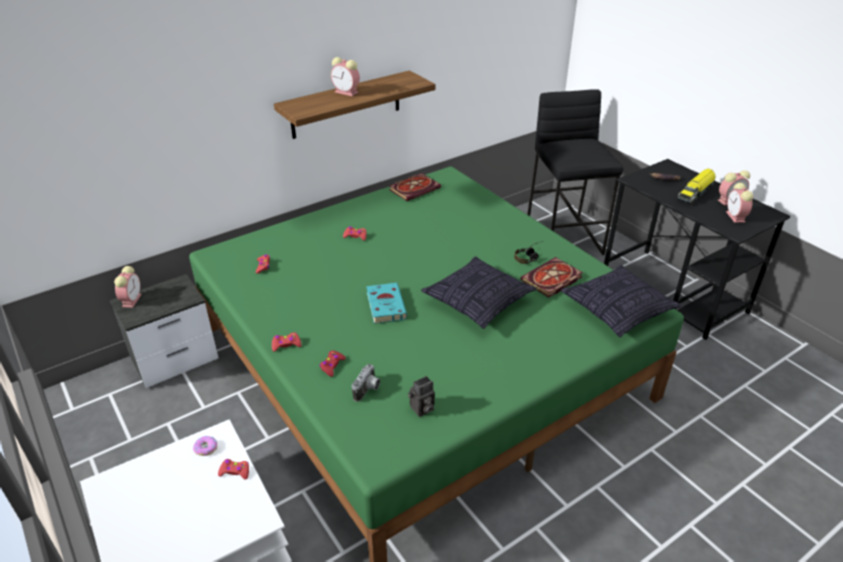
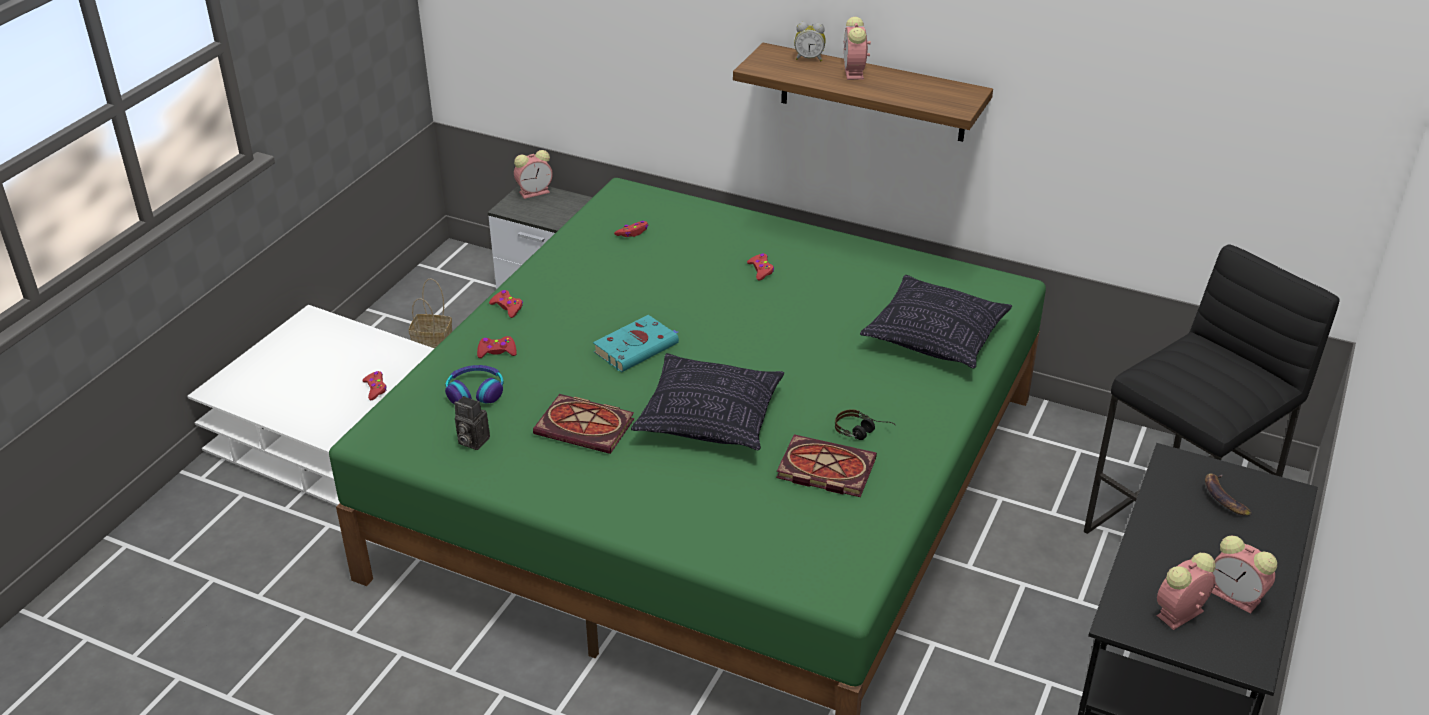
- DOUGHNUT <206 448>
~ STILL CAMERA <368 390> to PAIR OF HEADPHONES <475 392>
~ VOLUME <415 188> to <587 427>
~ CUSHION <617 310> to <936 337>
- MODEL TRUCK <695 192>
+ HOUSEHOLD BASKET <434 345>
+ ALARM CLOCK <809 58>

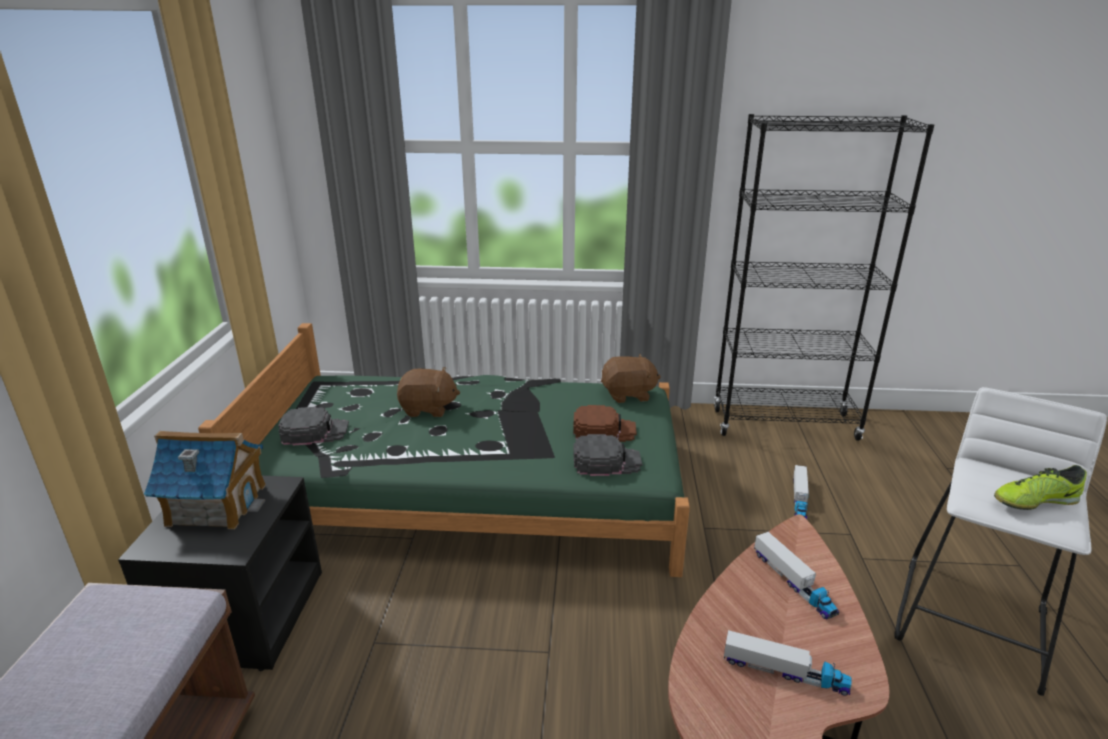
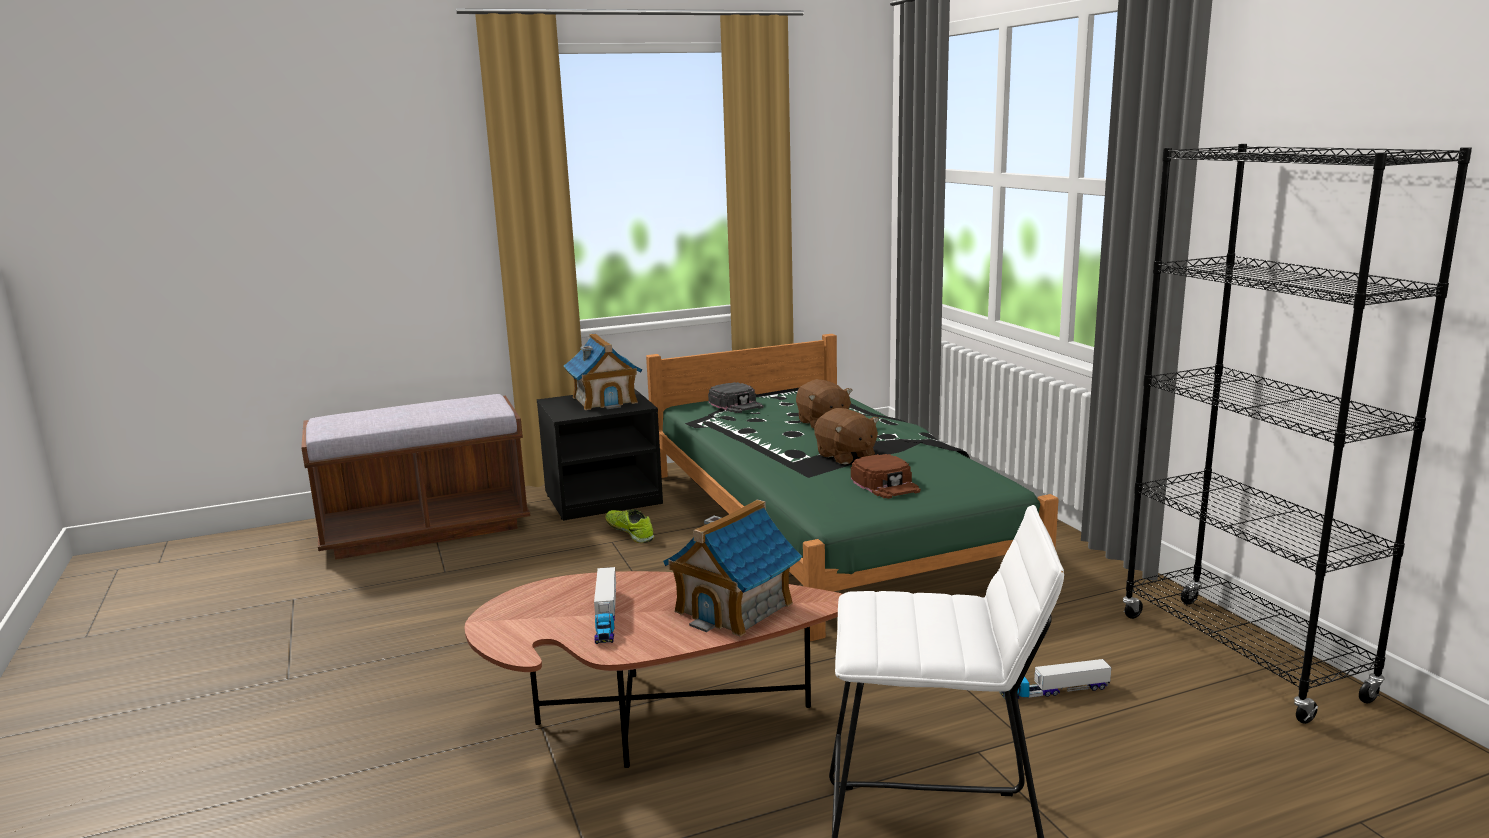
- BLACK CAP <606 461>
~ BROWN CUDDLY TOY <628 394> to <845 456>
~ MODEL TRUCK <793 583> to TOY HOUSE <734 607>
~ LOW SHOE <1034 501> to <630 532>

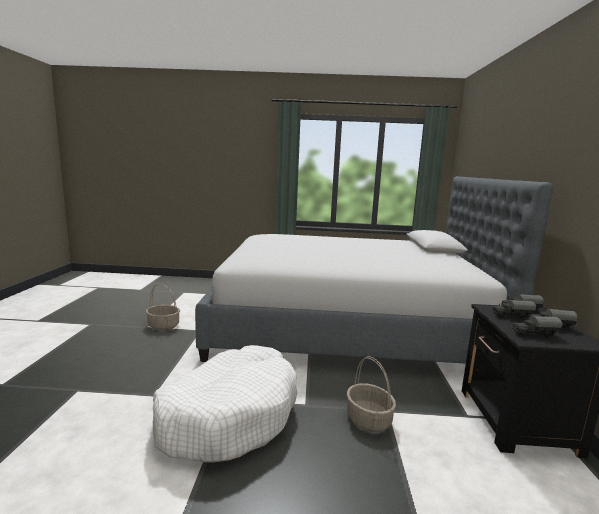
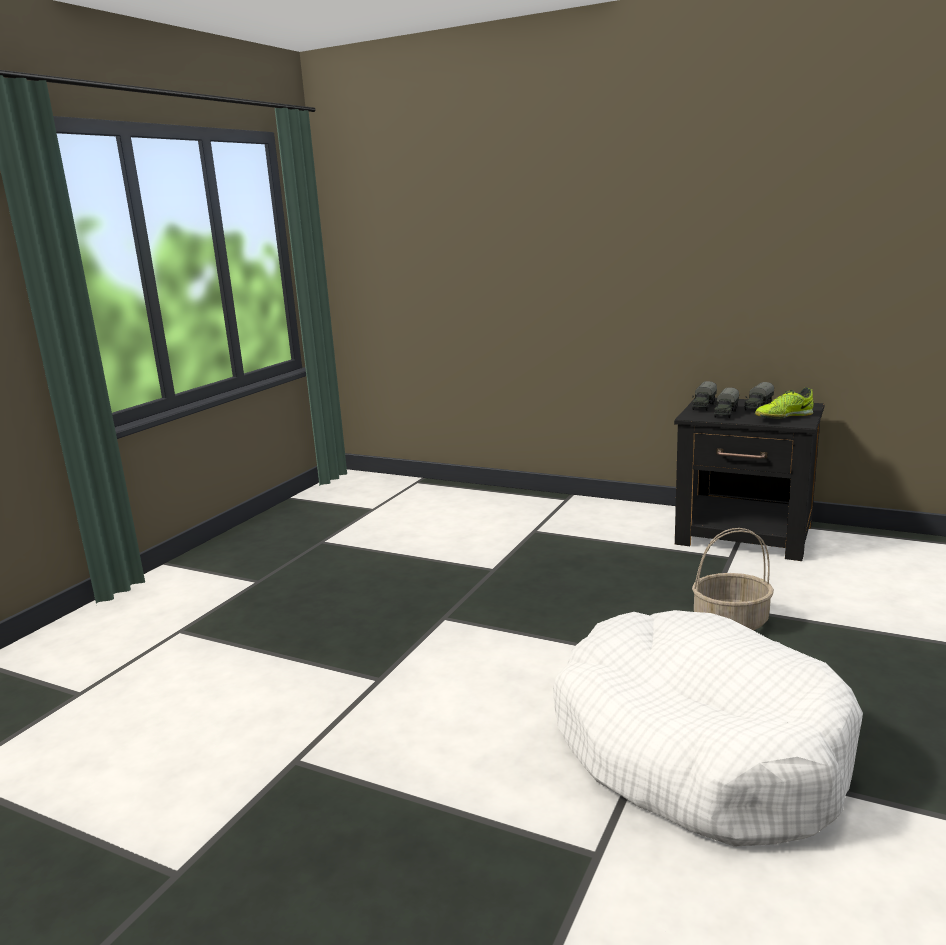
- HOUSEHOLD BASKET <164 326>
- SLEEPING BED <346 326>
~ MODEL TRUCK <534 334> to LOW SHOE <783 417>

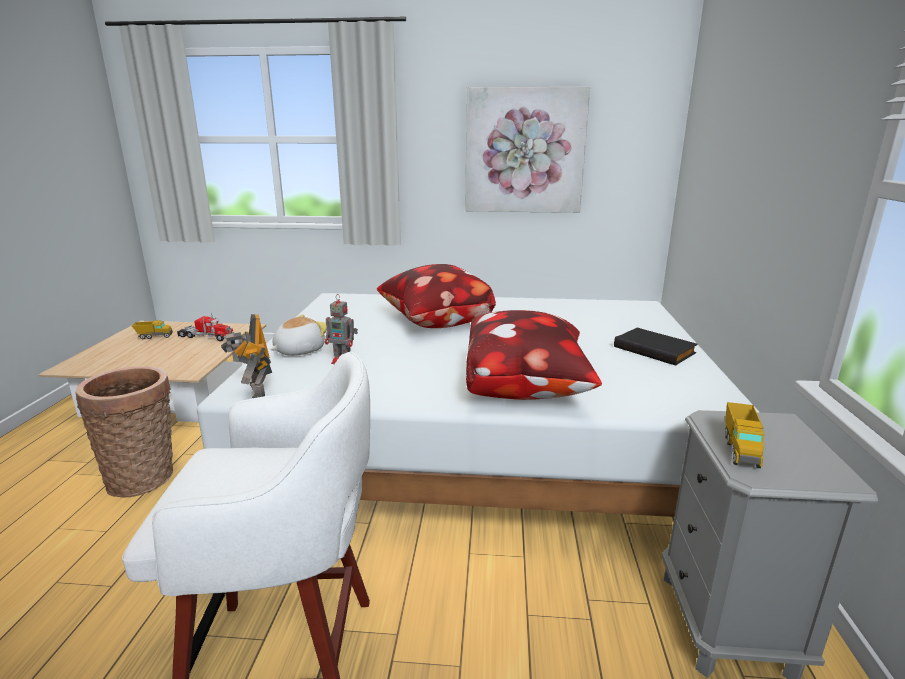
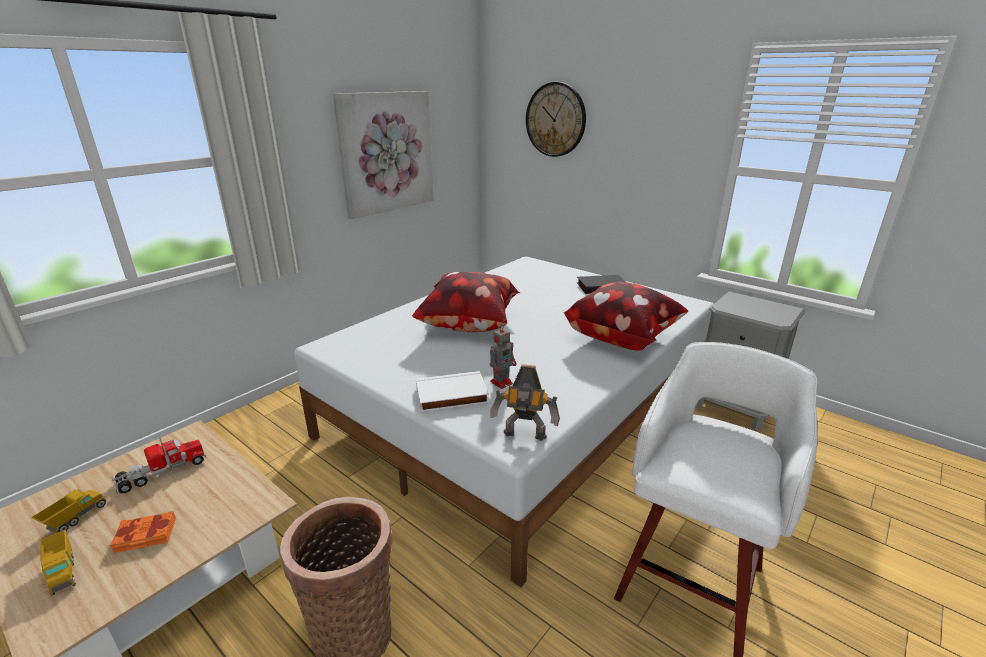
~ CUDDLY TOY <298 350> to WHITE VOLUME <451 396>
~ MODEL TRUCK <740 449> to <63 572>
+ ORANGEY VOLUME <146 536>
+ HANGING CLOCK <555 120>

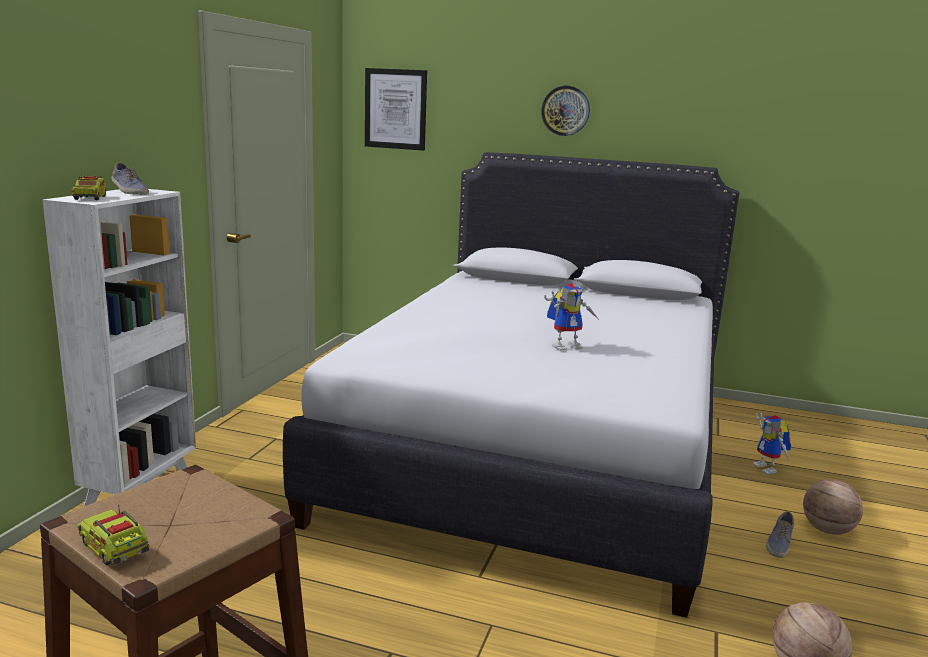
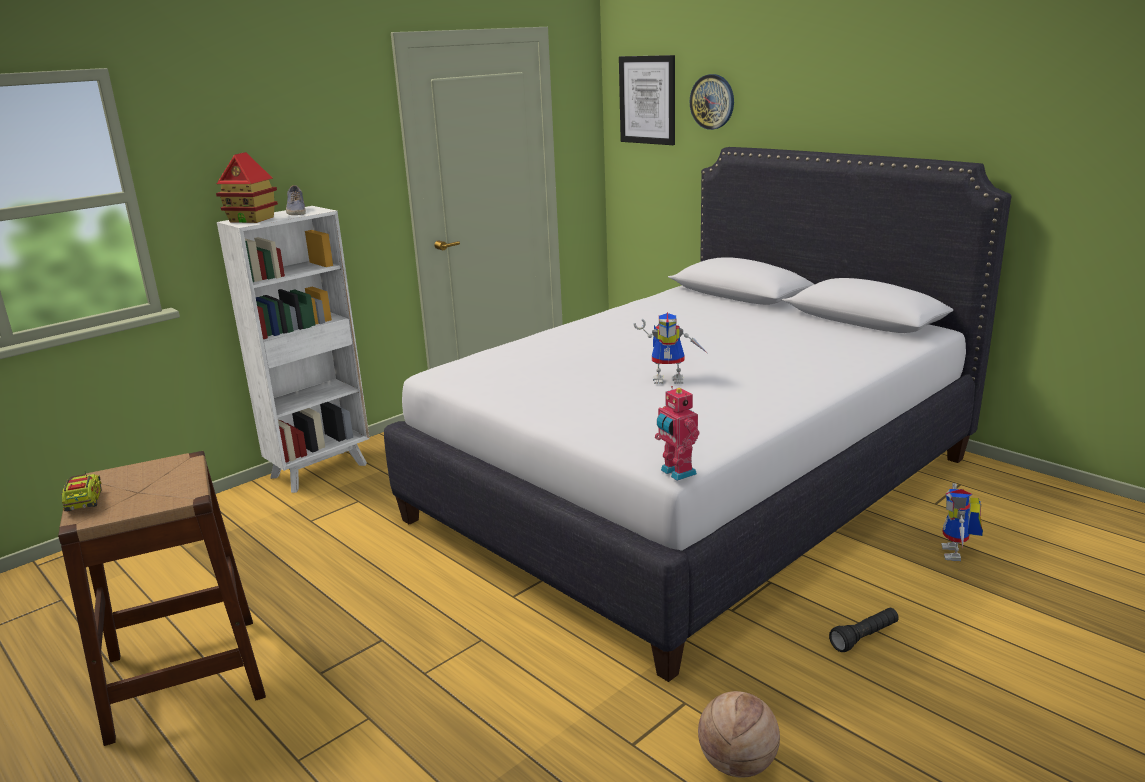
~ MODEL TRUCK <90 198> to TOY HOUSE <252 219>
~ HANGING CLOCK <565 110> to <712 101>
~ LOW SHOE <779 543> to BLACK FLASHLIGHT <864 637>
- BASKETBALL BALL <827 530>
+ TOY ROBOT <676 473>

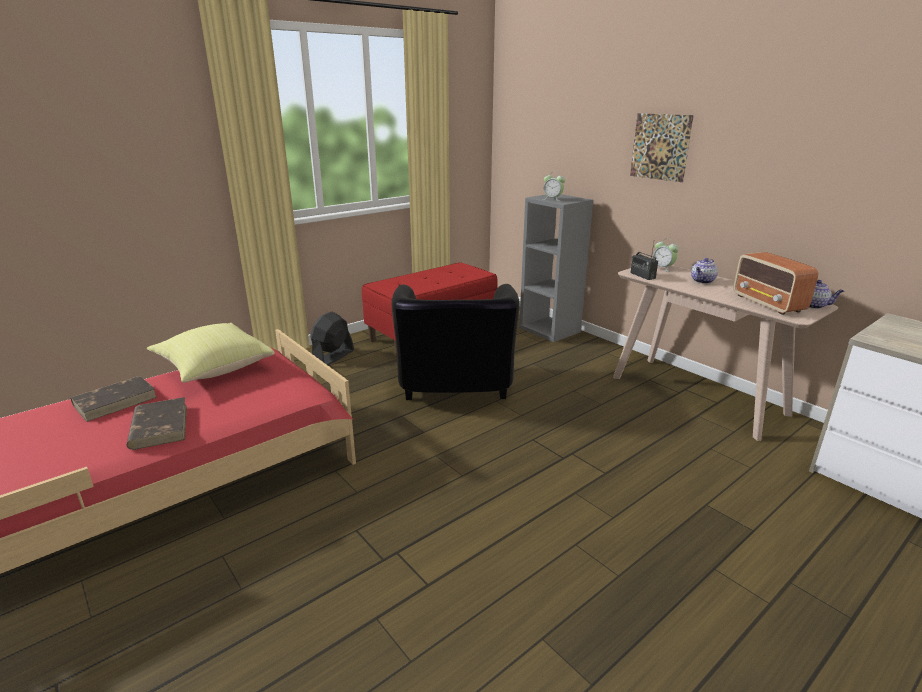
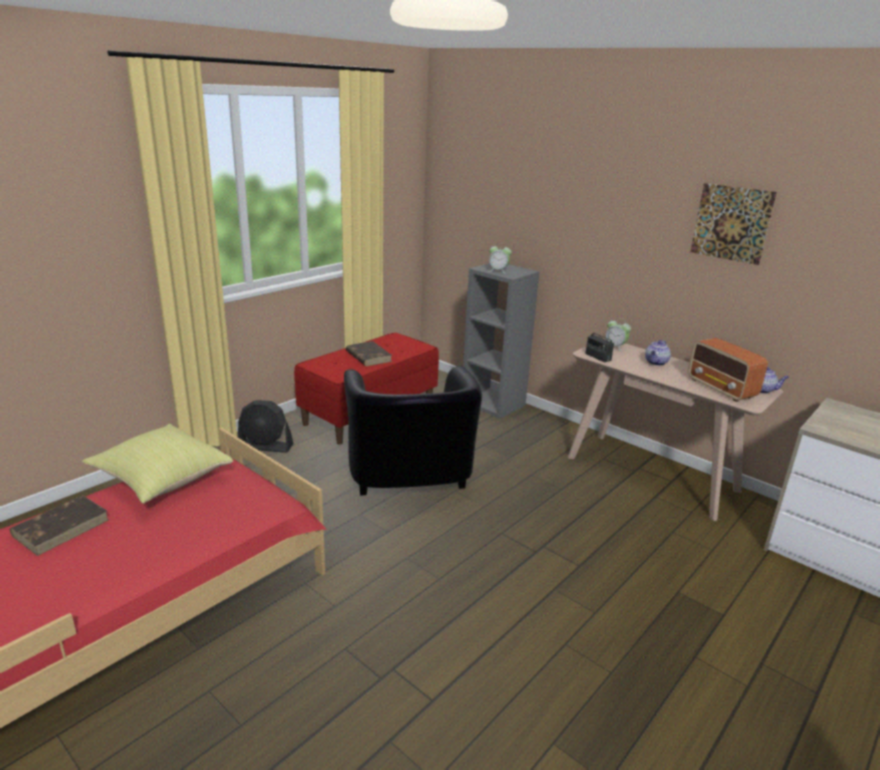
~ BROWN VOLUME <159 426> to <368 356>
~ BLACK COOLING FAN <333 357> = <266 446> 105 degrees counterclockwise
~ WALL PICTURE <660 147> to <731 223>

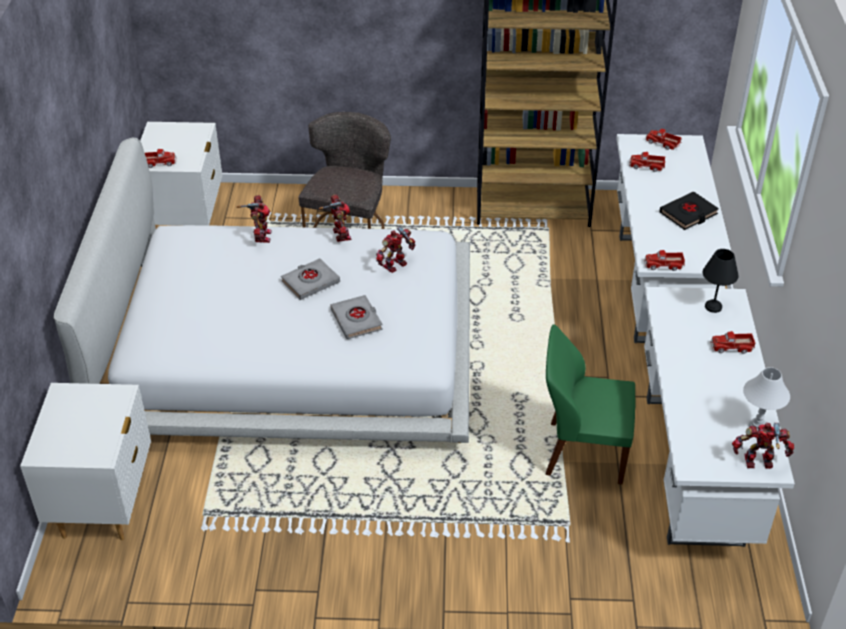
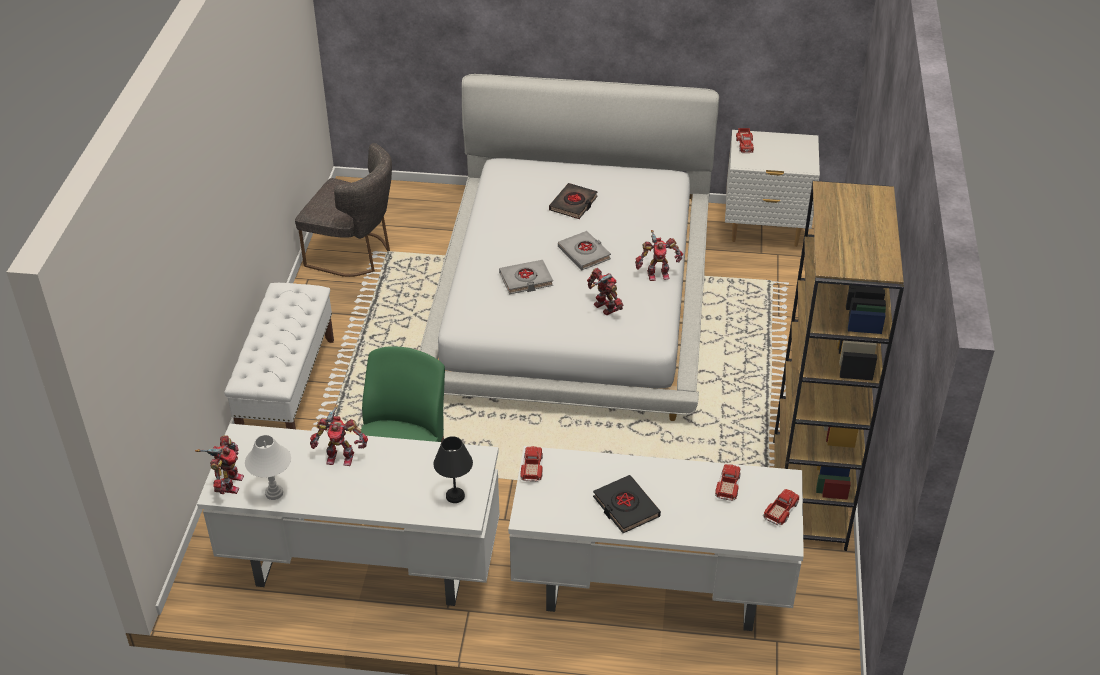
- WHITE NIGHTSTAND <104 506>
~ TOY ROBOT <261 236> to <340 456>
~ GREY CHAIR <349 227> to <354 254>
- MODEL TRUCK <731 347>
+ WHITE INDOOR BENCH <288 388>
+ BLACK VOLUME <573 204>

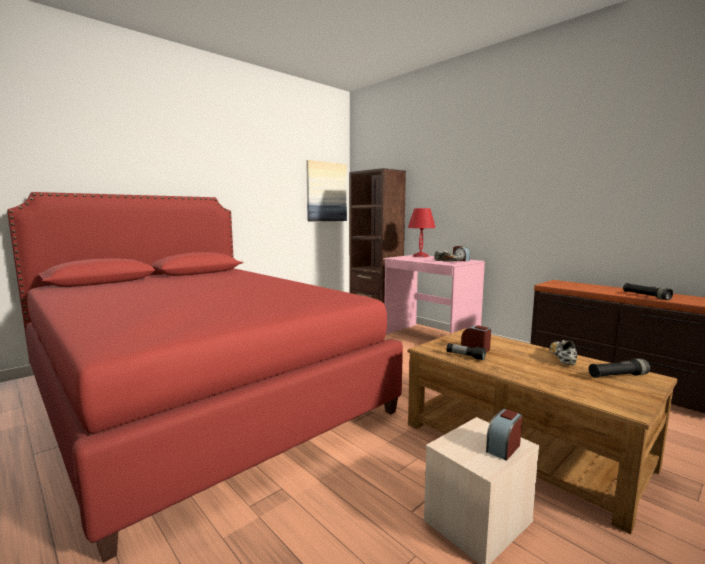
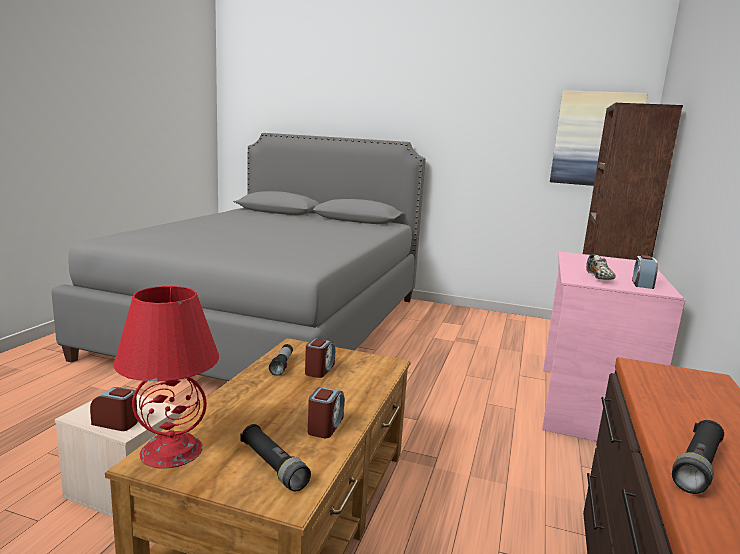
~ REDDISH SLEEPING BED <198 393> to GREY SLEEPING BED <272 325>
~ REDDISH LAMP FOR A TABLE <420 256> to <172 450>
~ LOW SHOE <562 358> to ALARM CLOCK <325 426>

